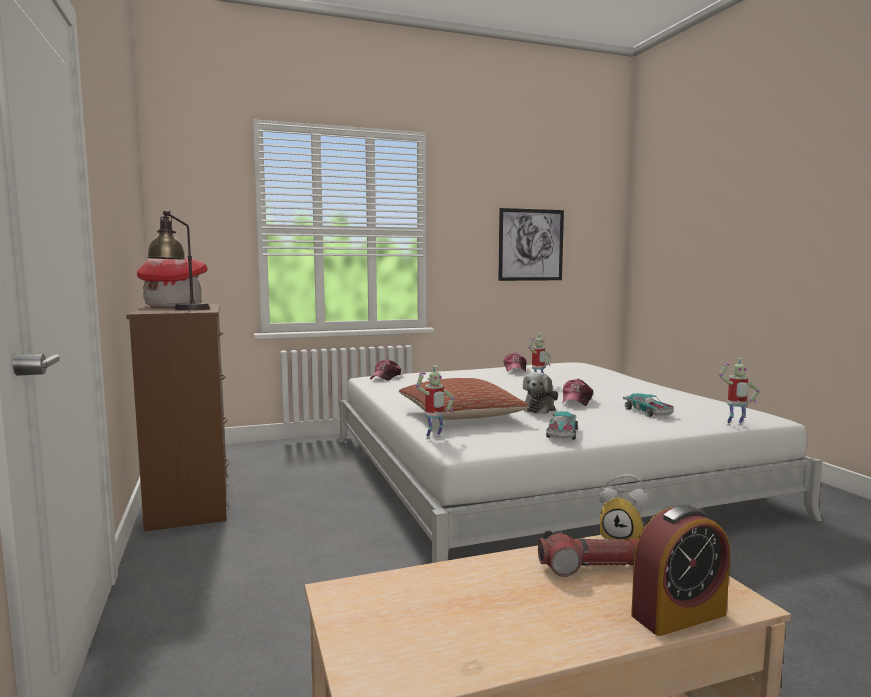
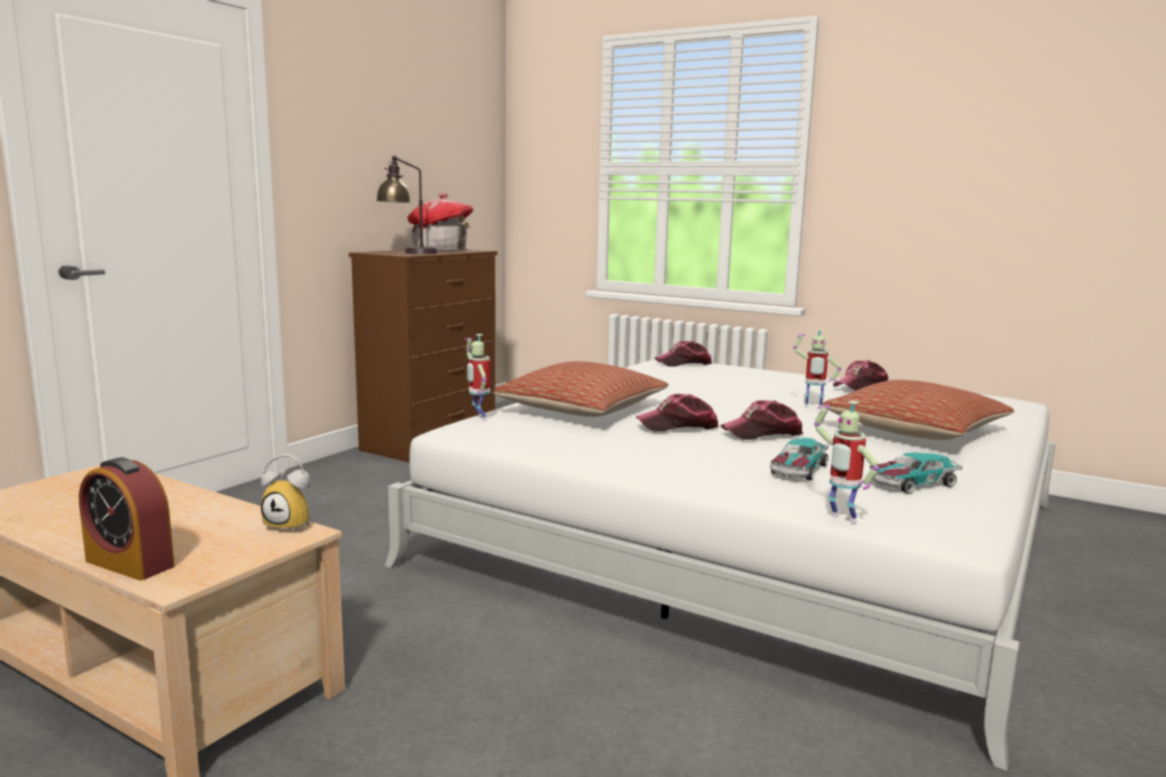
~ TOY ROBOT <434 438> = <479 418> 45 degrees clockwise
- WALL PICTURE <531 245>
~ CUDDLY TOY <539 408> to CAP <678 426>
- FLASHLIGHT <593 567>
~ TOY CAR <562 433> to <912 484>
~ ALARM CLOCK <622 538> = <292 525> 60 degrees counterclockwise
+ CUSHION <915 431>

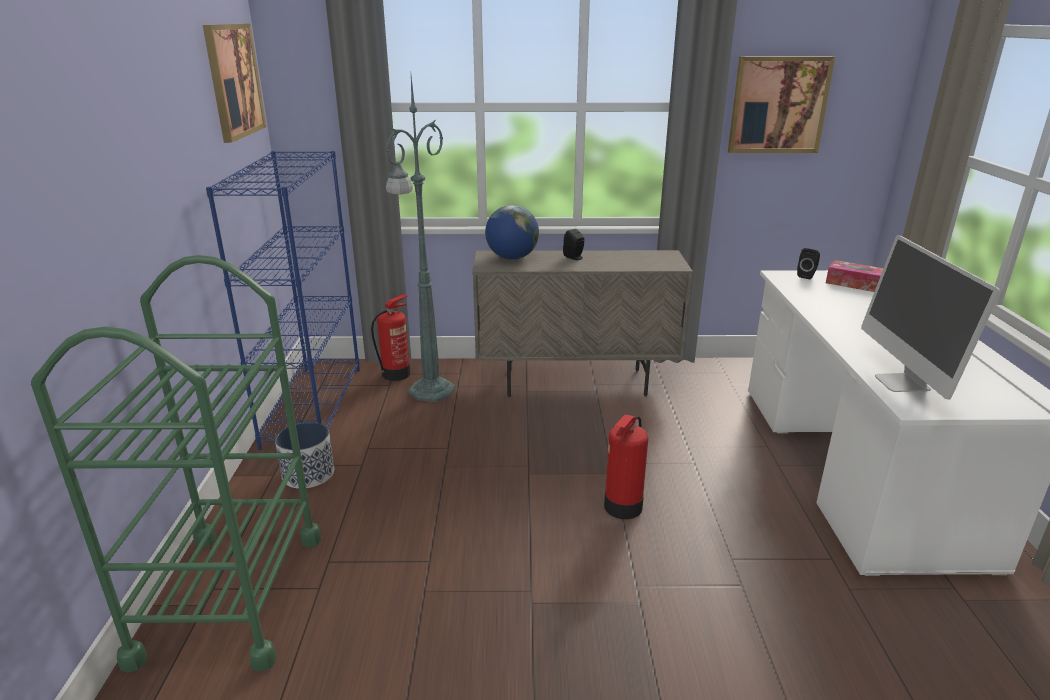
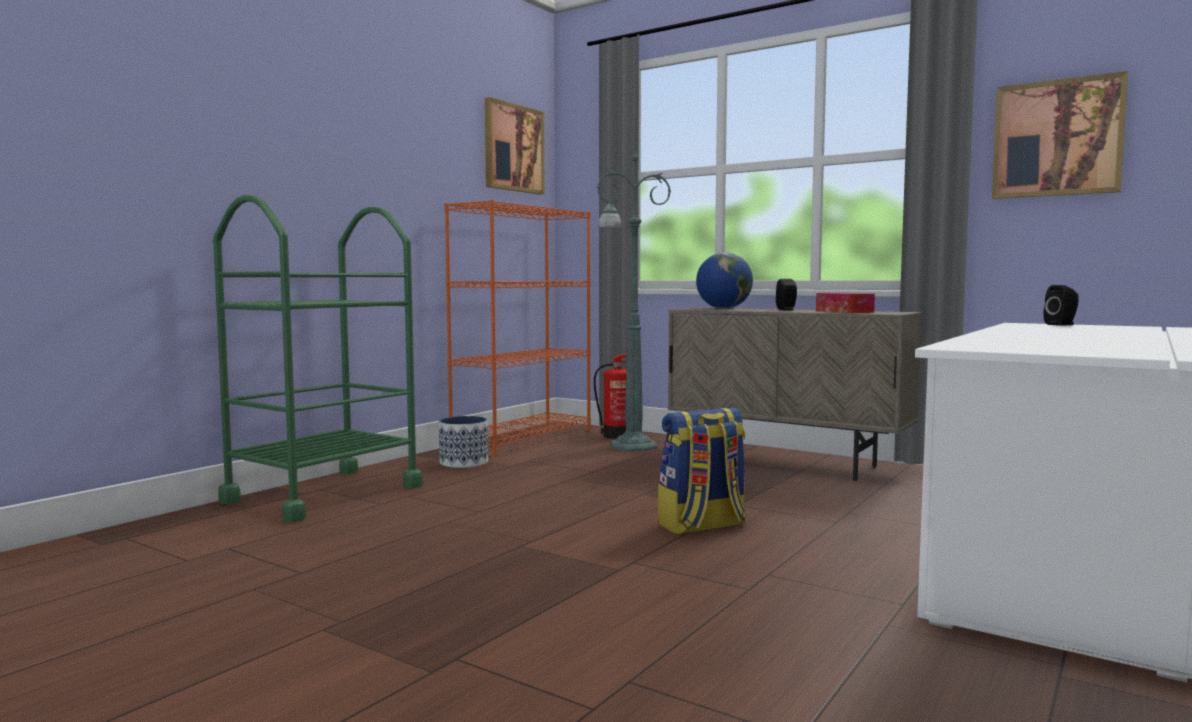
~ BLUE SHELVING UNIT <313 405> to ORANGEY SHELVING UNIT <524 438>
~ FIRE-FIGHTING CYLINDER <622 507> to RUCKSACK <702 526>
~ BOX OF TISSUES <854 284> to <844 311>
- COMPUTER DISPLAY <902 383>

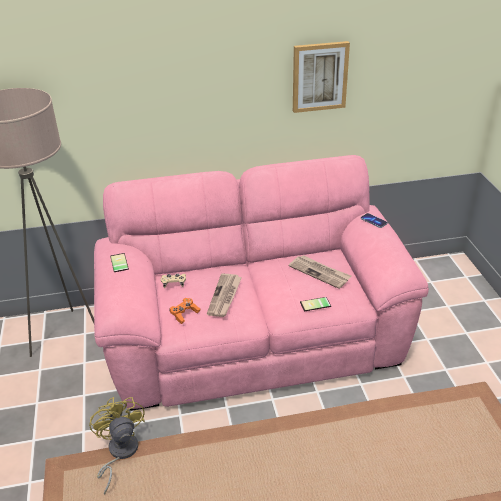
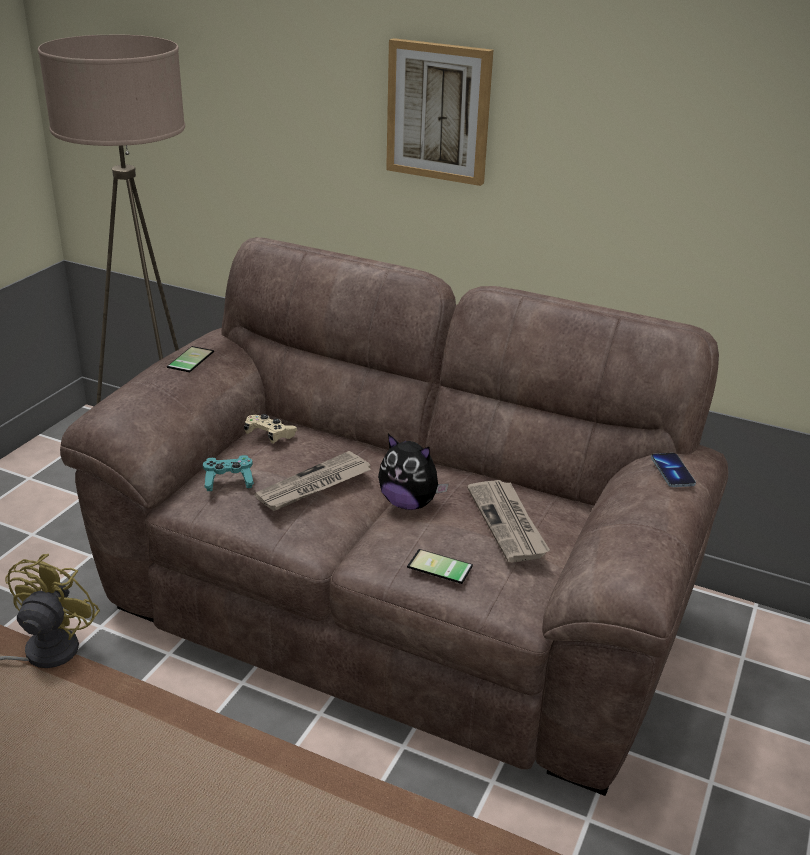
~ PINK-COLOURED SETTEE <253 335> to BROWN SETTEE <399 602>
~ ORANGEY GAME CONTROLLER <184 314> to TURQUOISE GAME CONTROLLER <229 481>
~ WALL PICTURE <319 76> to <439 111>
+ CUDDLY TOY <409 503>

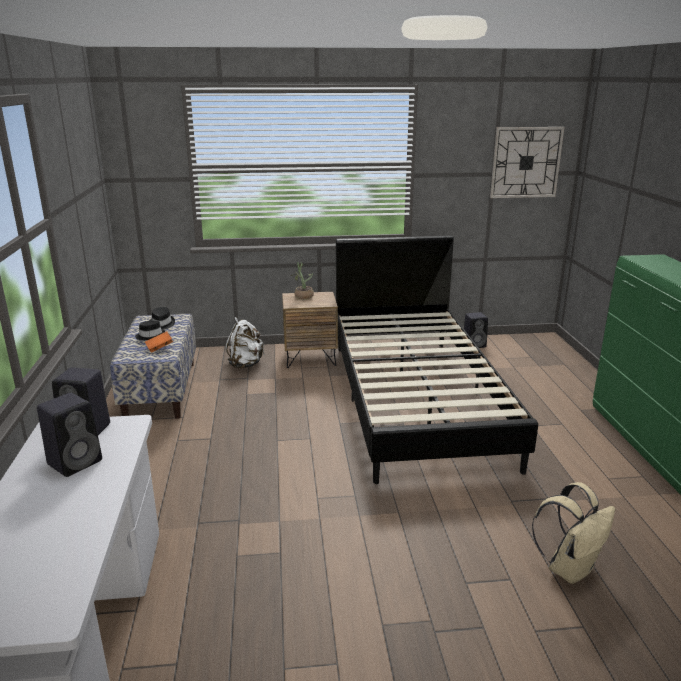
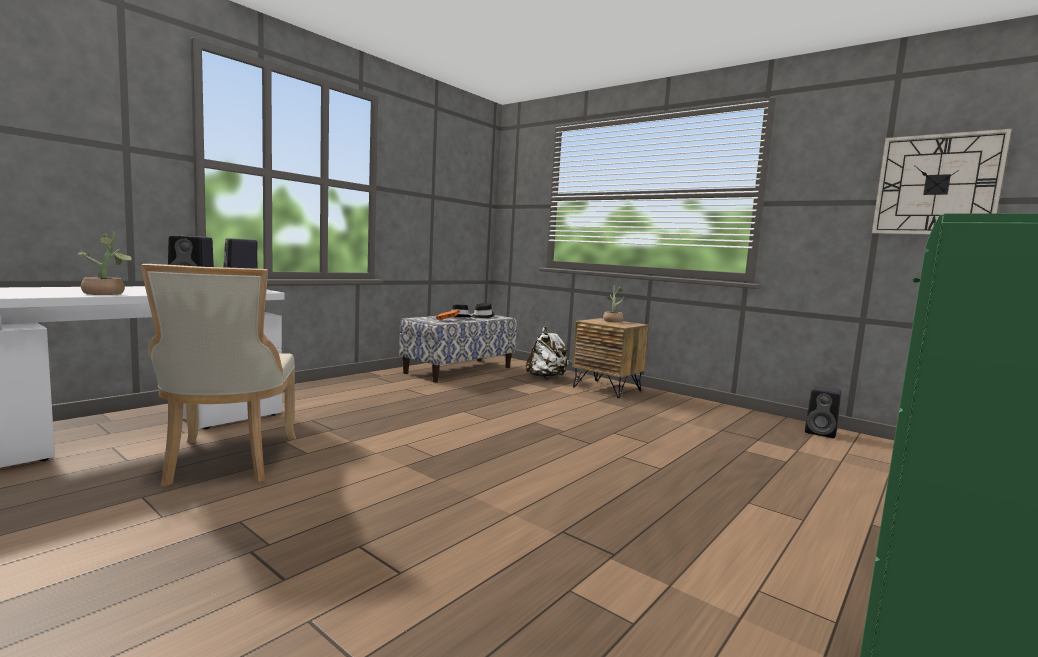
- BLACK SLEEPING BED <415 399>
- BEIGE RUCKSACK <569 568>
+ PLANT IN A POT <106 294>
+ BEIGE CHAIR <228 462>

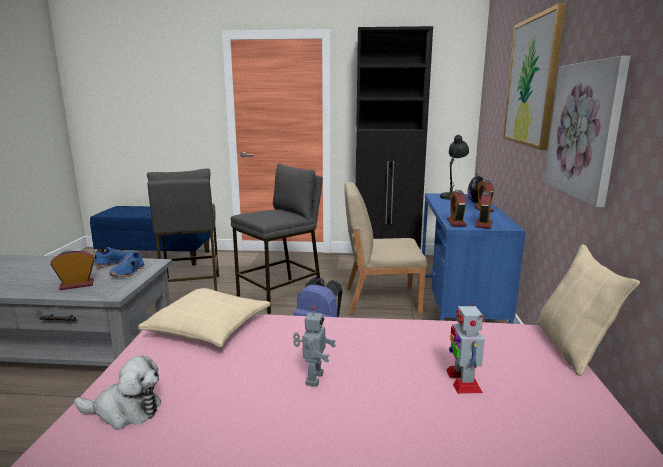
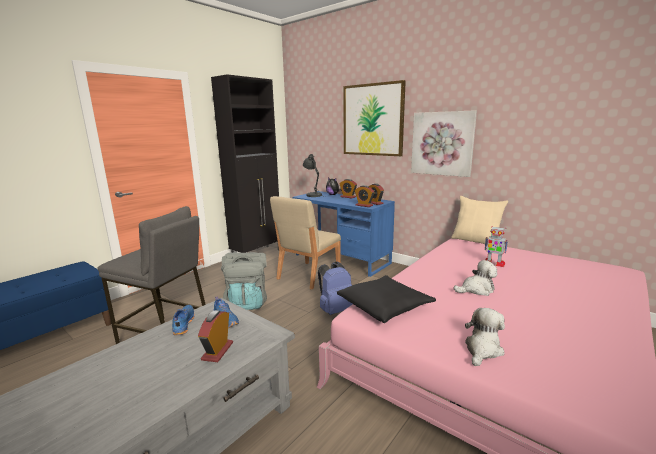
~ BEIGE CUSHION <209 327> to BLACK CUSHION <385 306>
~ GREY STOOL <280 295> to GREY RUCKSACK <247 302>
~ TOY ROBOT <313 378> to CUDDLY TOY <476 289>

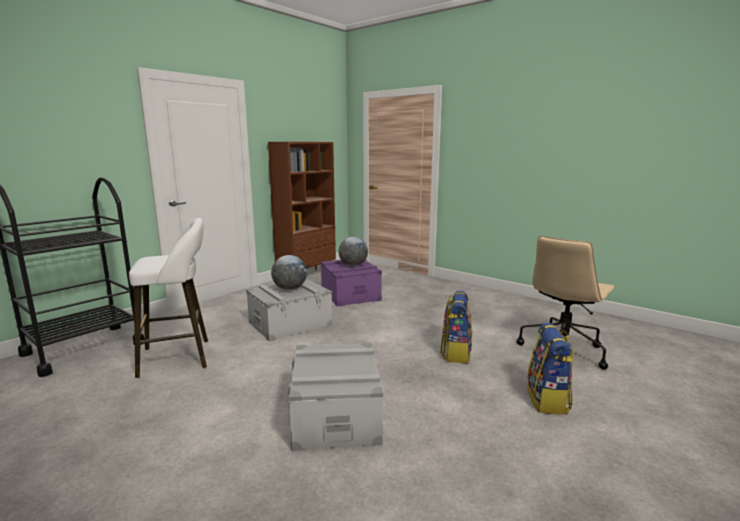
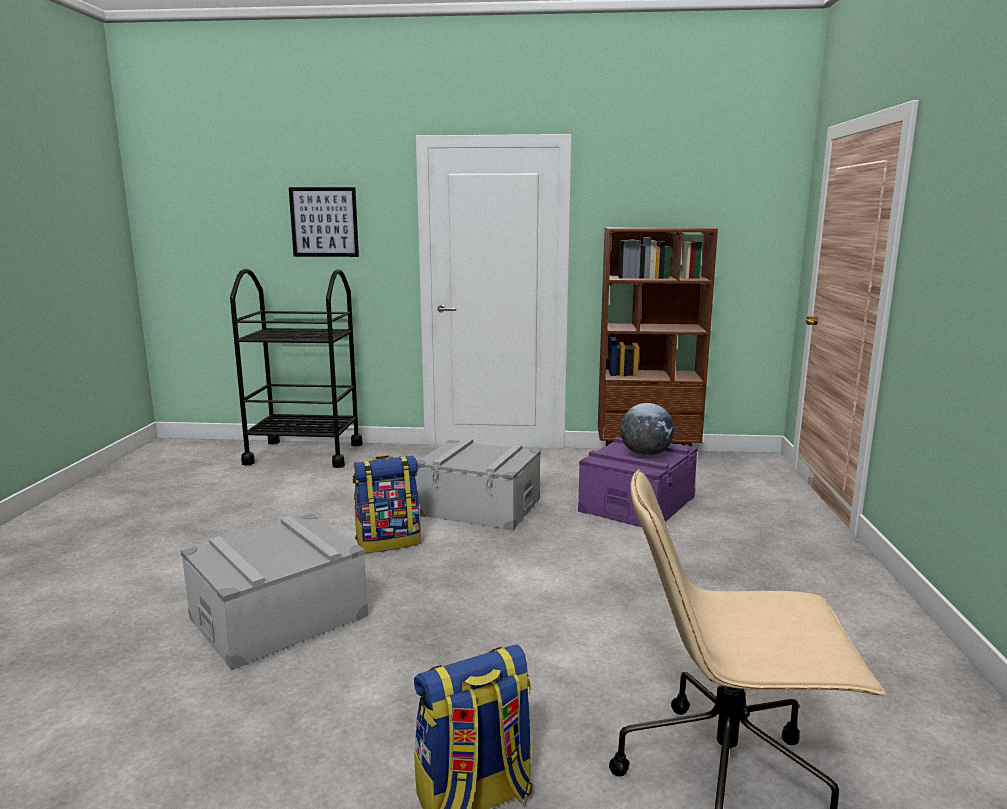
- WHITE STOOL <180 357>
- DESK GLOBE <290 289>
~ RUCKSACK <455 353> to <388 541>
+ WALL PICTURE <324 222>

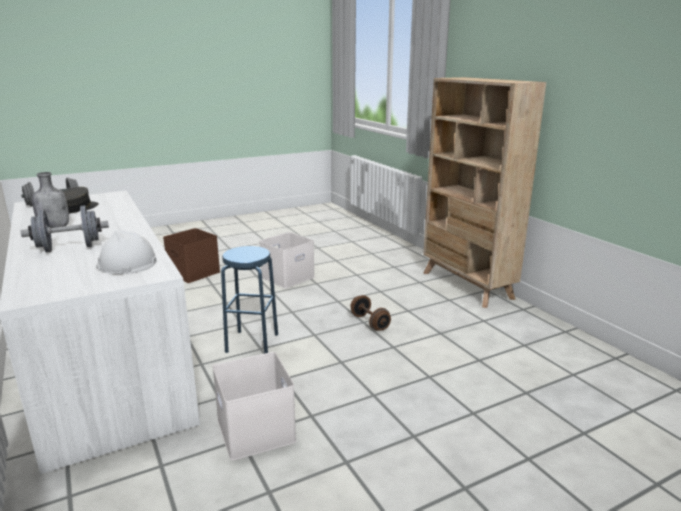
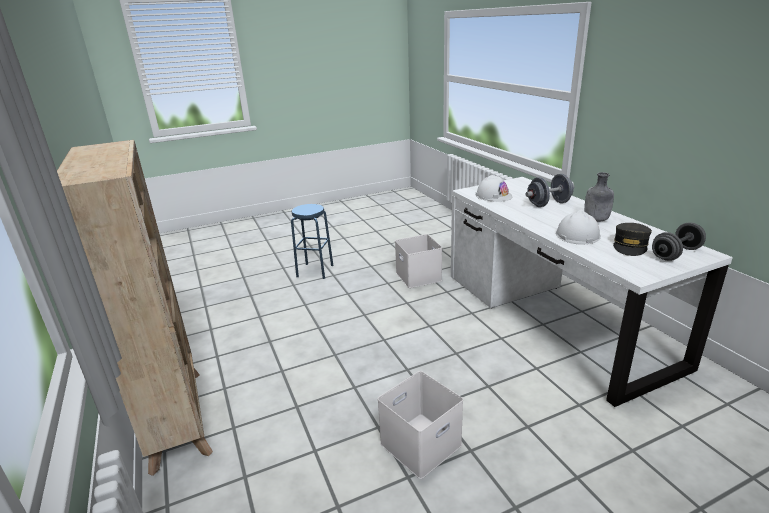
- BROWN STORAGE BOX <195 272>
~ BLUE STOOL <252 343> to <315 271>
- BROWN FREE WEIGHT <370 322>
+ WHITE WORK HELMET <577 235>

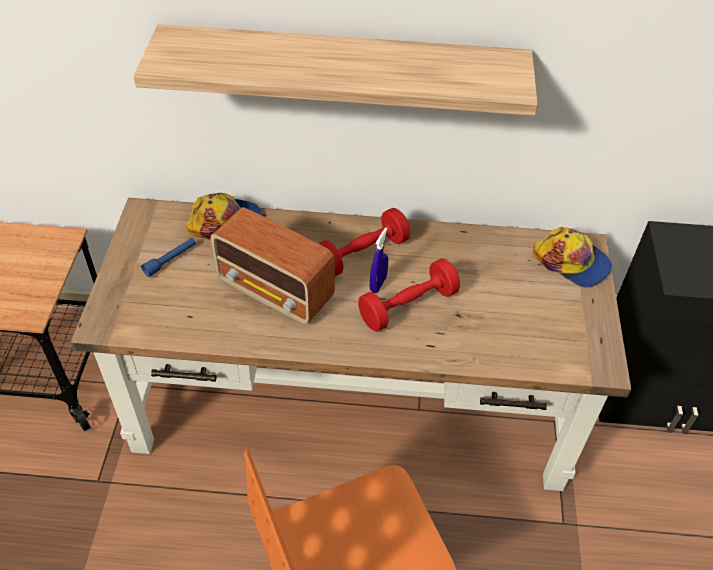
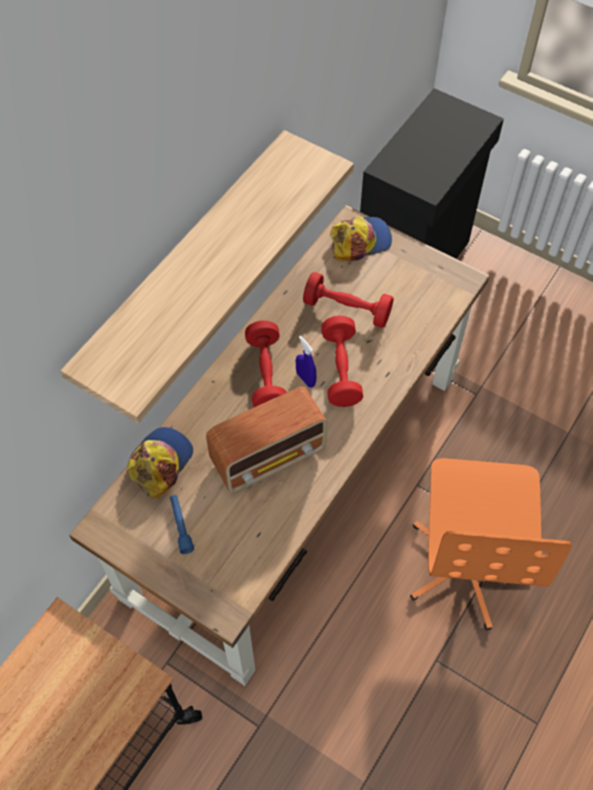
+ REDDISH FREE WEIGHT <347 309>

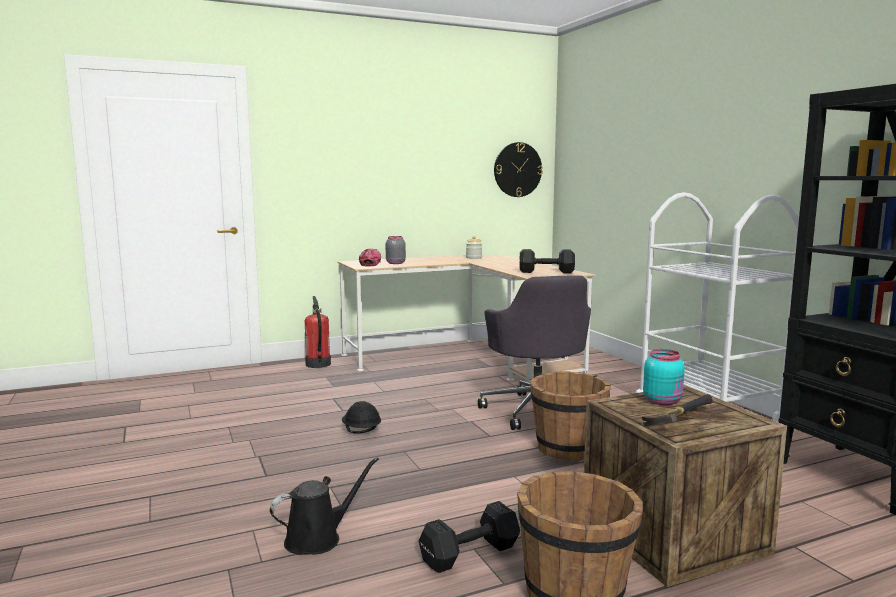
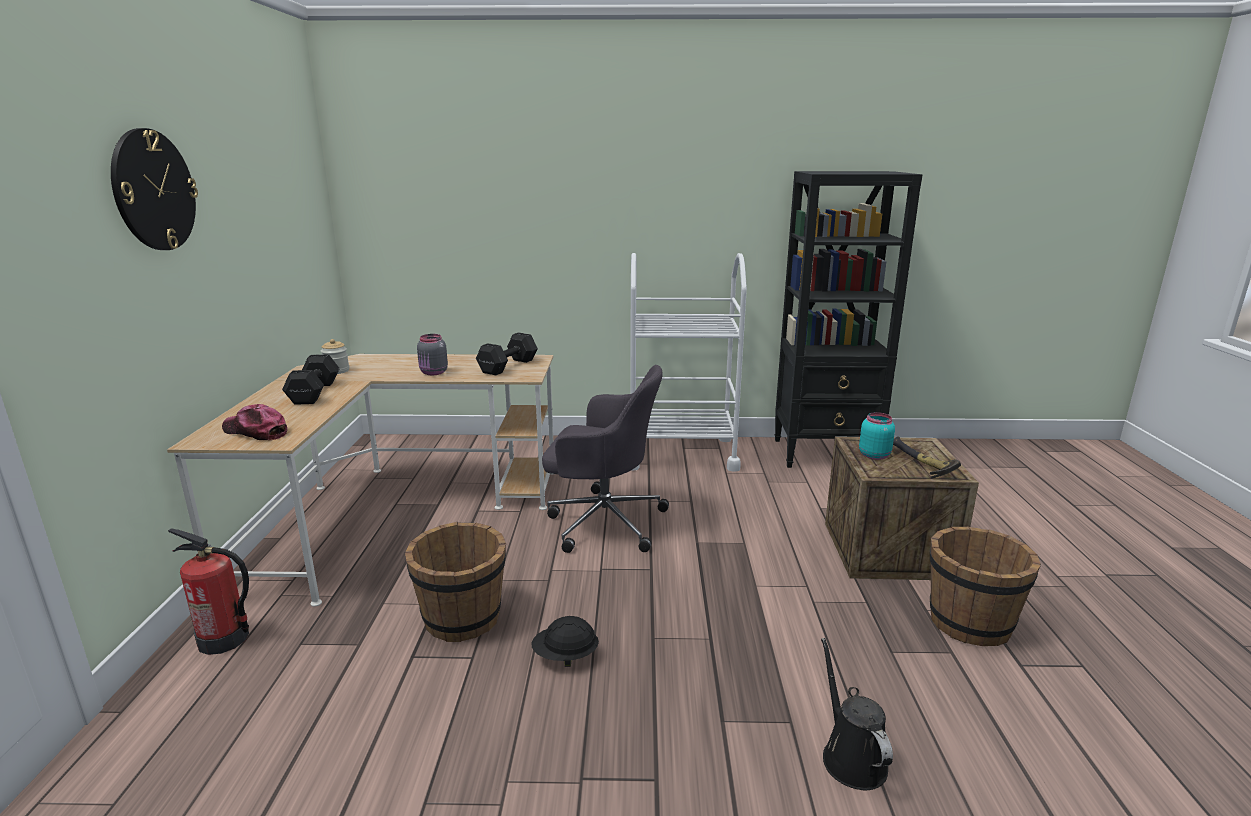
~ GREY STORAGE JAR <395 263> to <433 373>
~ BLACK FREE WEIGHT <472 553> to <315 392>
~ HANGING CLOCK <517 169> to <153 190>
~ BROWN WATER BUCKET <567 449> to <463 619>

